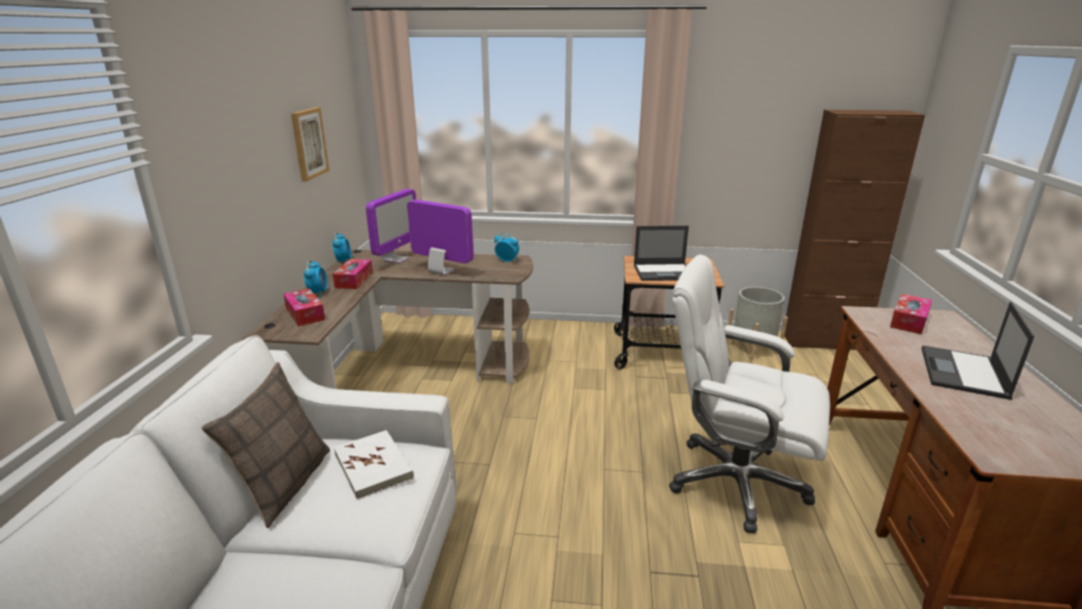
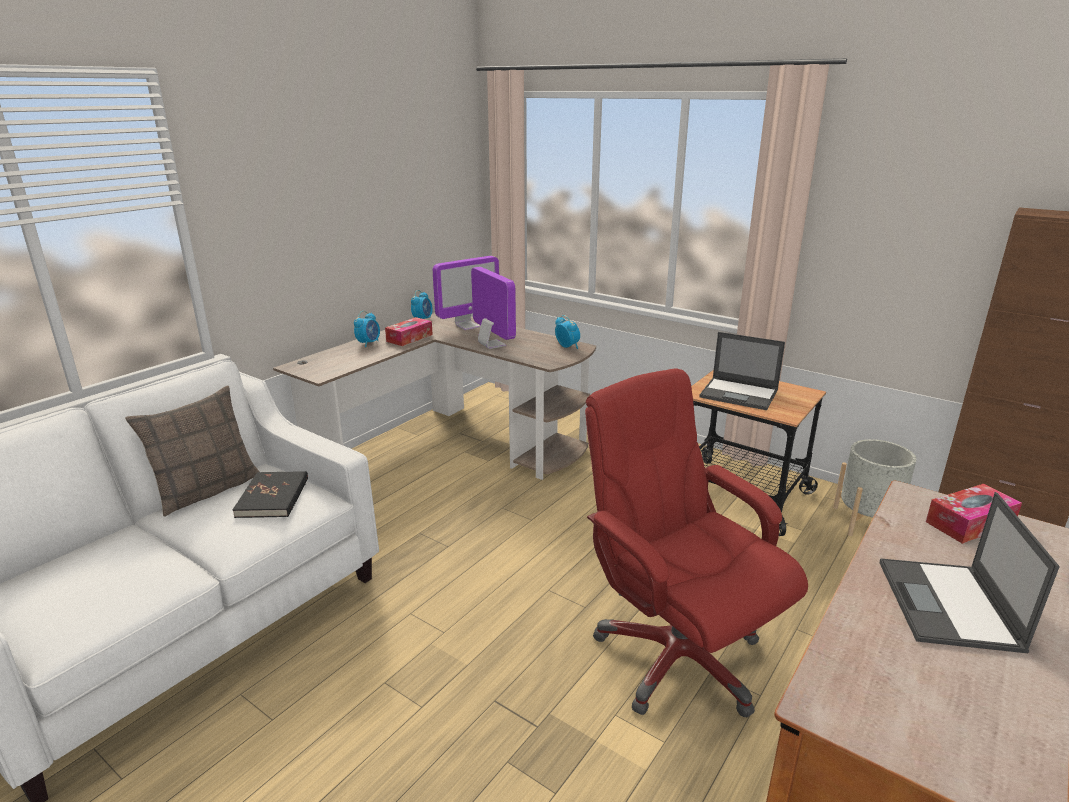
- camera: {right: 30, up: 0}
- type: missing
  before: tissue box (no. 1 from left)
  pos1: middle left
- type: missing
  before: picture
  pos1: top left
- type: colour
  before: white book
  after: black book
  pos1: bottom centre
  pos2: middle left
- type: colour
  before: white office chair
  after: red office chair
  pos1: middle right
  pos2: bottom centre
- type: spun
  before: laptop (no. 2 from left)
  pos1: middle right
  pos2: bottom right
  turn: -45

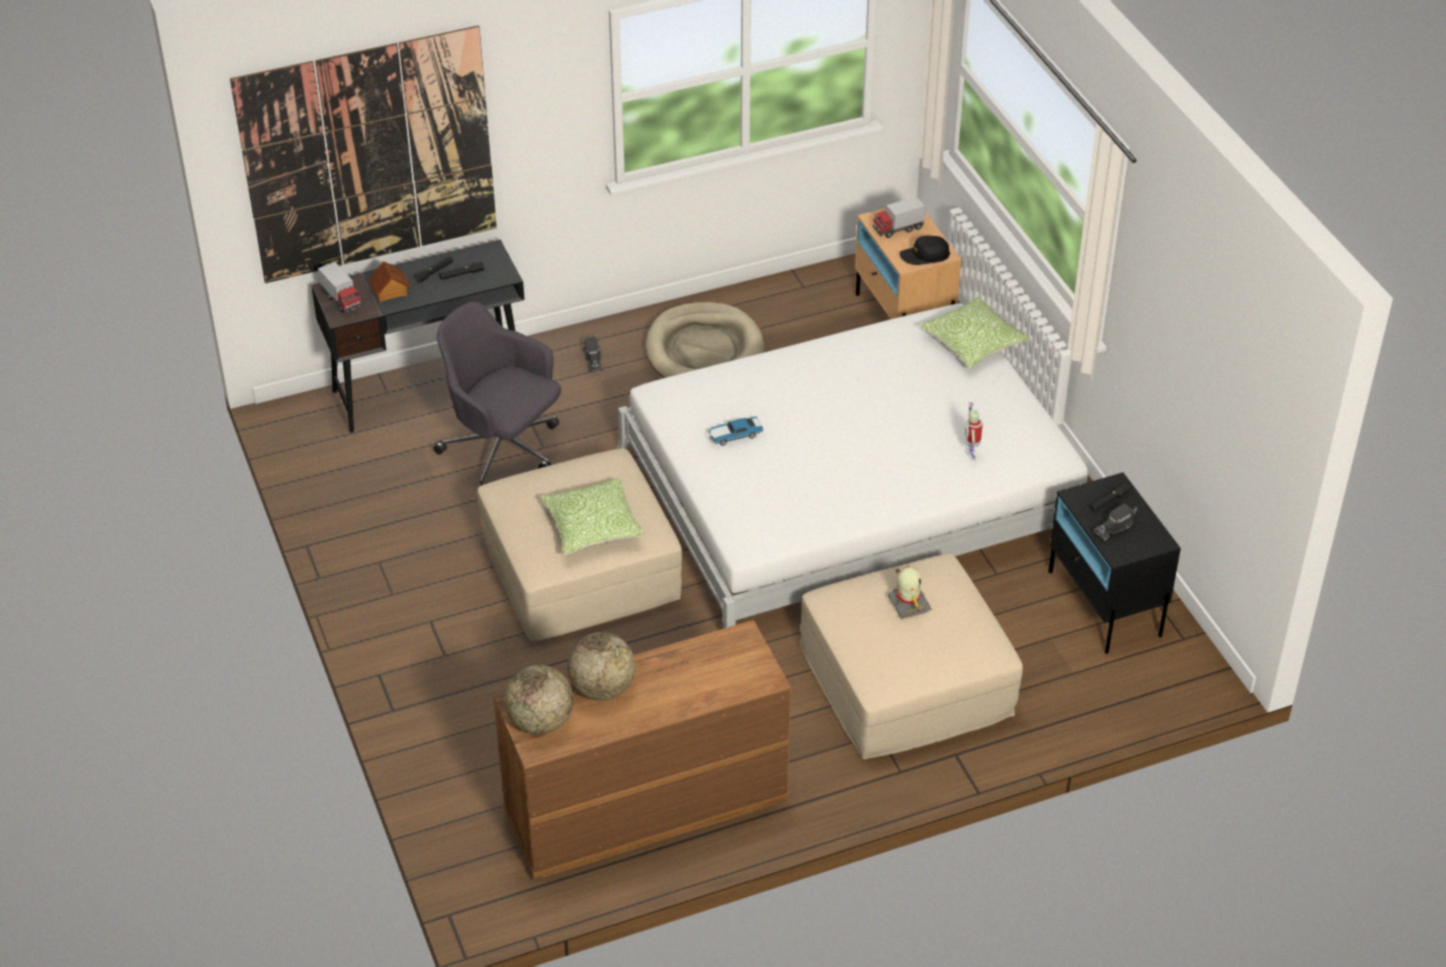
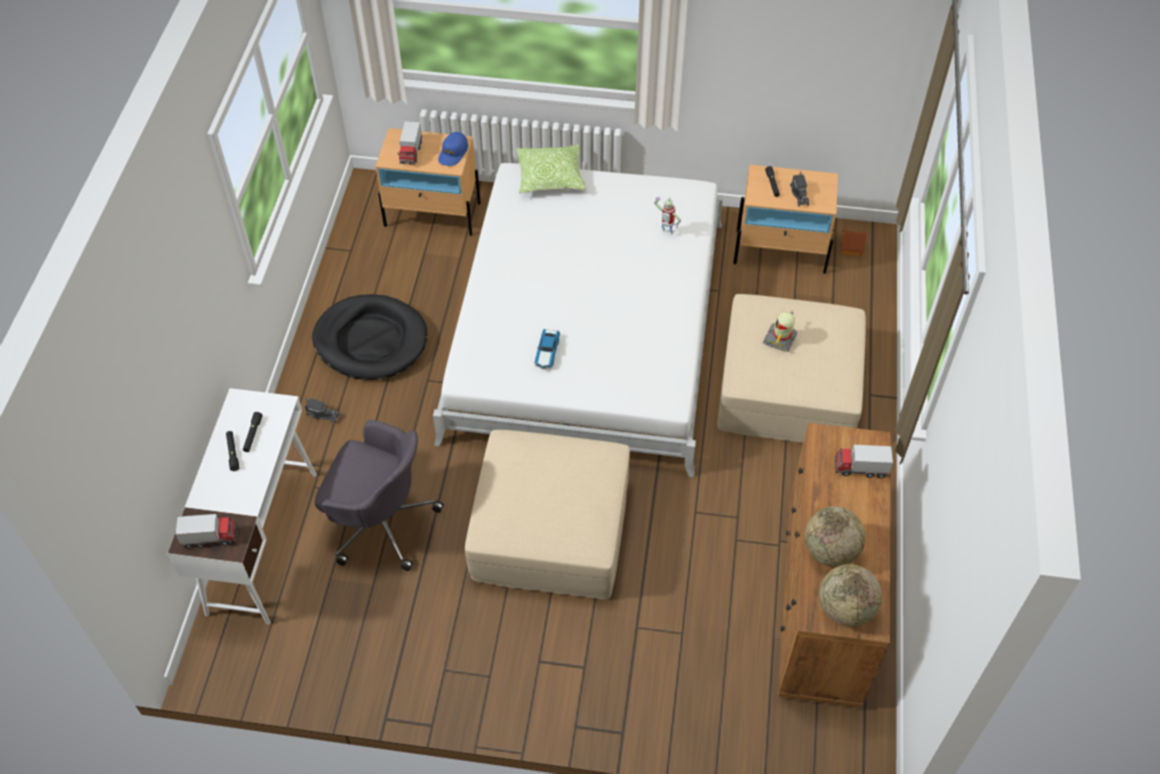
- camera: {right: -60, up: 10}
- type: missing
  before: picture
  pos1: top left
- type: missing
  before: pillow (no. 1 from left)
  pos1: centre
- type: appeared
  after: toy truck (no. 5 from left)
  pos2: middle right
- type: relocated
  before: toy house
  pos1: top left
  pos2: top right
- type: colour
  before: black desk
  after: white desk
  pos1: middle left
  pos2: middle left
- type: colour
  before: beige dog bed
  after: black dog bed
  pos1: centre
  pos2: middle left
- type: colour
  before: black cap
  after: blue cap
  pos1: top centre
  pos2: top centre
- type: colour
  before: black nightstand
  after: beige nightstand (no. 2 from left)
  pos1: middle right
  pos2: top right
- type: spun
  before: grey office chair
  pos1: centre
  pos2: middle left
  turn: -135
- type: spun
  before: toy robot (no. 1 from left in the first image)
  pos1: centre
  pos2: middle right
  turn: -75

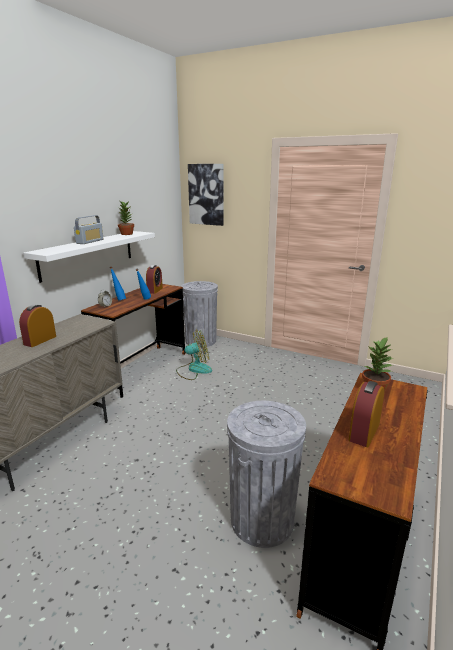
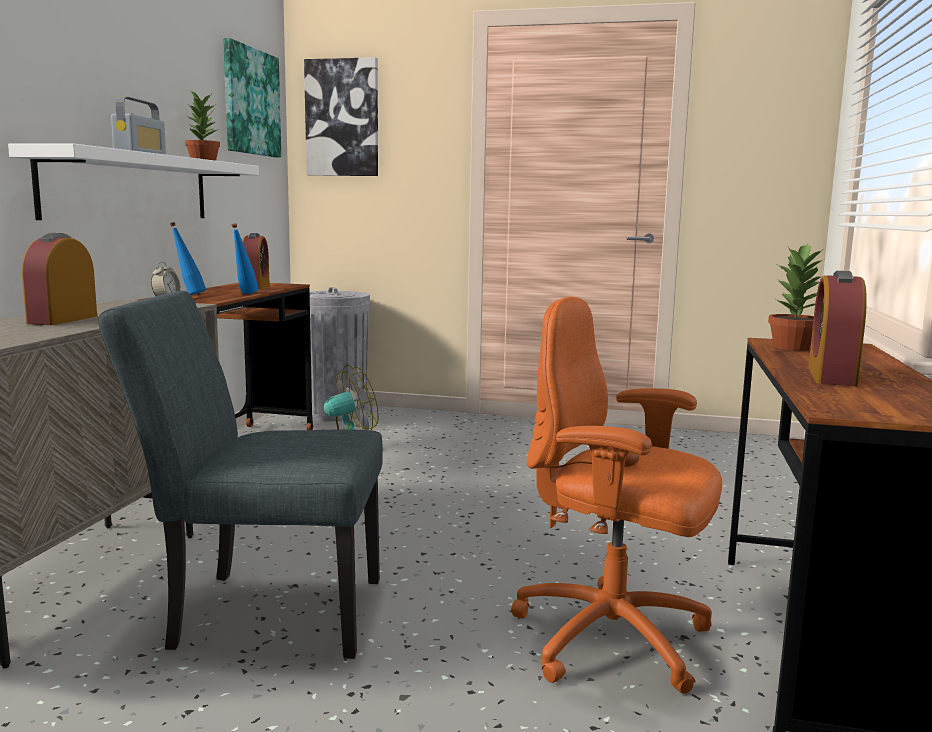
- camera: {right: -15, up: -10}
- type: appeared
  after: grey chair
  pos2: middle left
- type: appeared
  after: picture (no. 1 from left)
  pos2: top left
- type: exchanged
  before: grey trash can (no. 2 from left)
  after: orange office chair
  pos1: bottom centre
  pos2: bottom centre

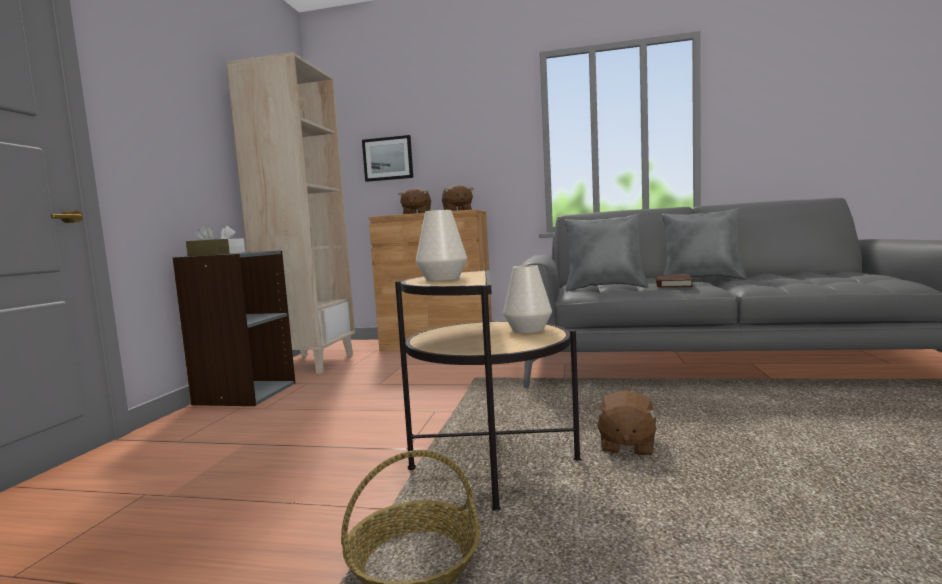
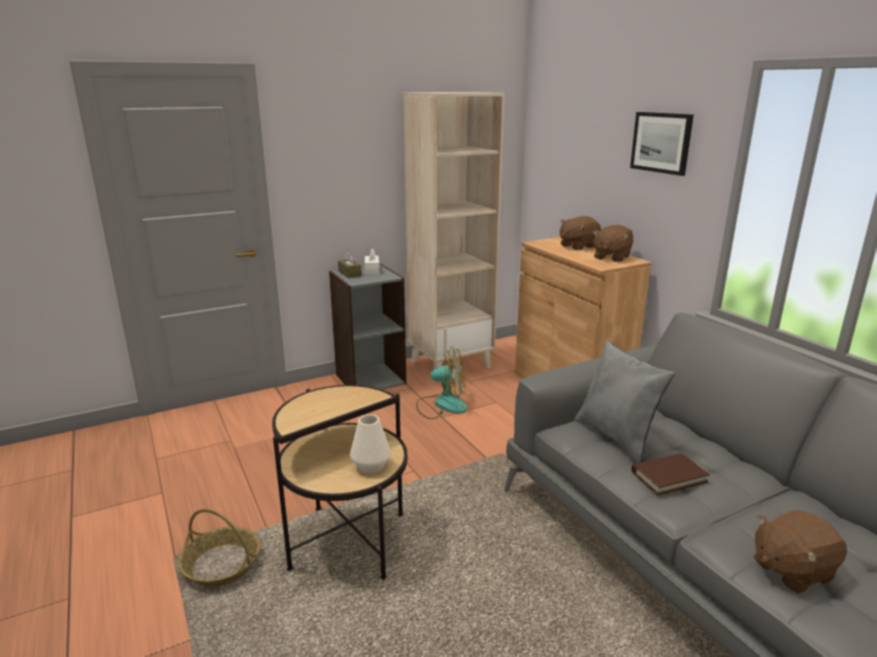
- camera: {right: 50, up: 15}
- type: missing
  before: white vase (no. 1 from left)
  pos1: centre
- type: missing
  before: grey pillow (no. 2 from left)
  pos1: middle right
- type: appeared
  after: fan
  pos2: centre
- type: relocated
  before: picture
  pos1: top centre
  pos2: top right
- type: relocated
  before: brown plush toy (no. 3 from left)
  pos1: bottom centre
  pos2: bottom right

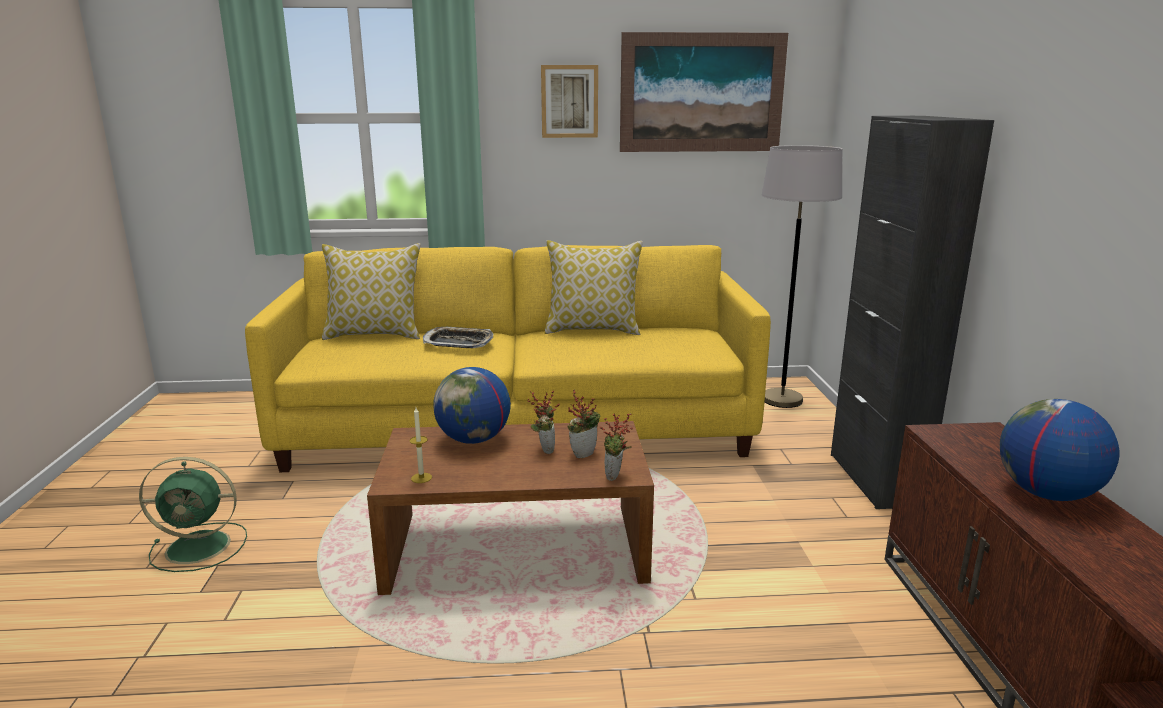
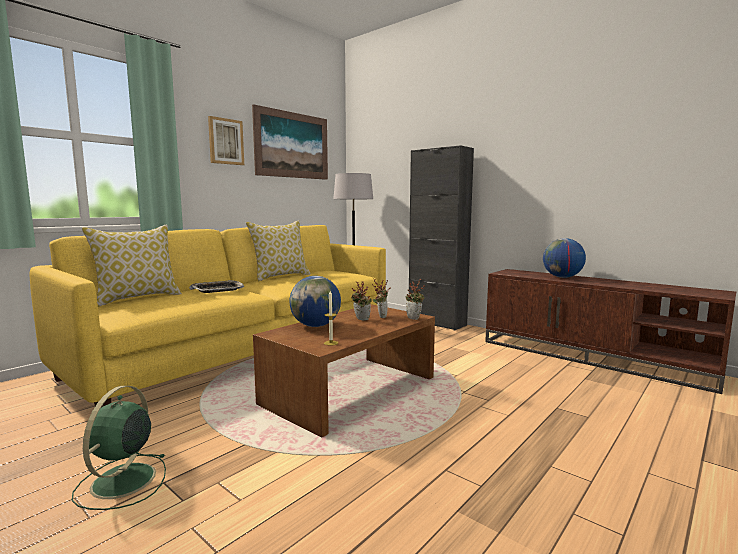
- camera: {right: -45, up: -10}
- type: spun
  before: green fan
  pos1: bottom left
  pos2: bottom left
  turn: 150

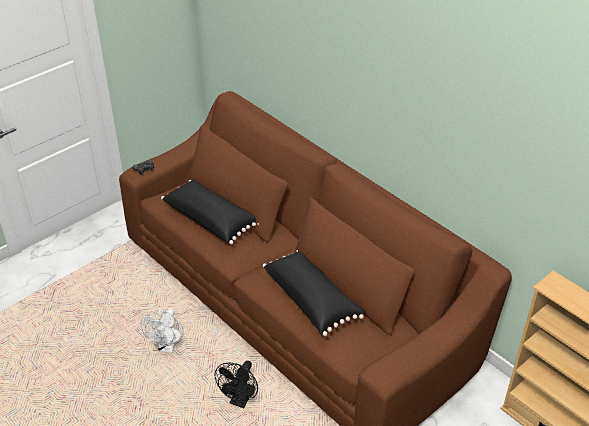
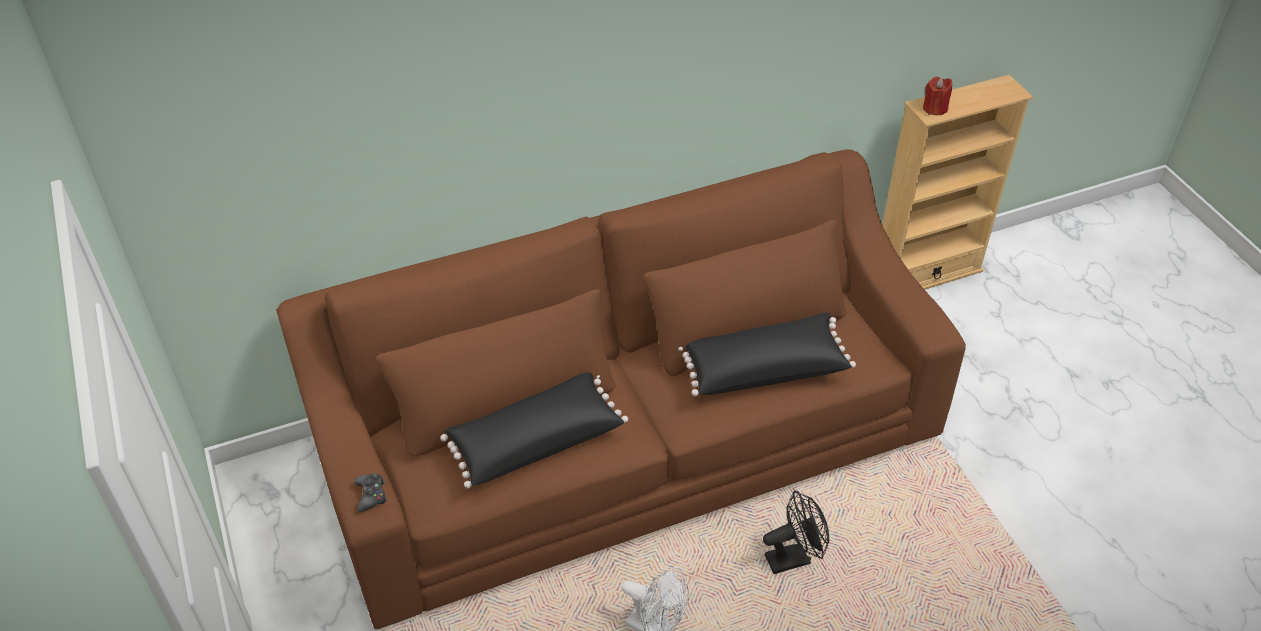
- camera: {right: -70, up: 5}
- type: appeared
  after: red candle
  pos2: top right
- type: spun
  before: black fan
  pos1: bottom centre
  pos2: bottom centre
  turn: -60

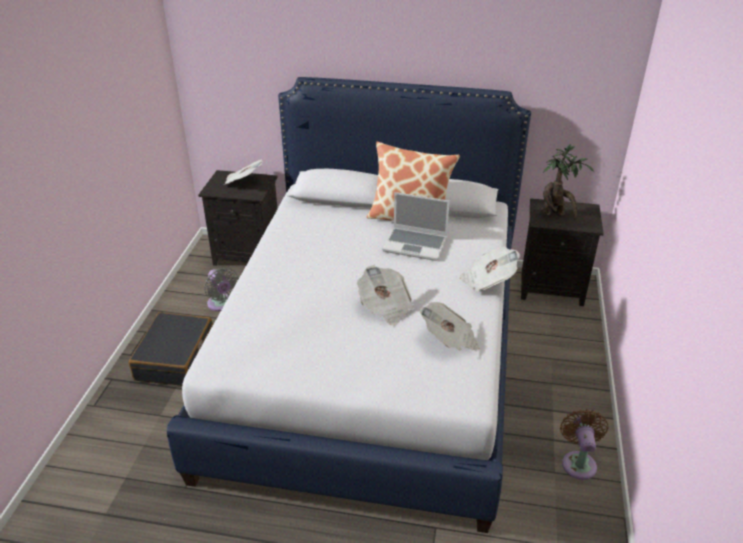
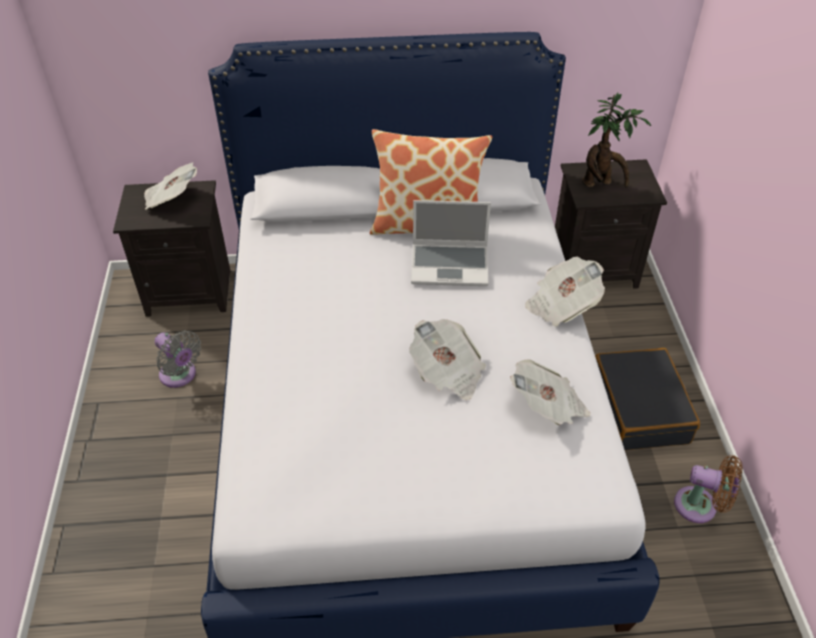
- camera: {right: -15, up: 10}
- type: relocated
  before: black suitcase
  pos1: middle left
  pos2: middle right
- type: spun
  before: brown fan
  pos1: bottom right
  pos2: bottom right
  turn: 120

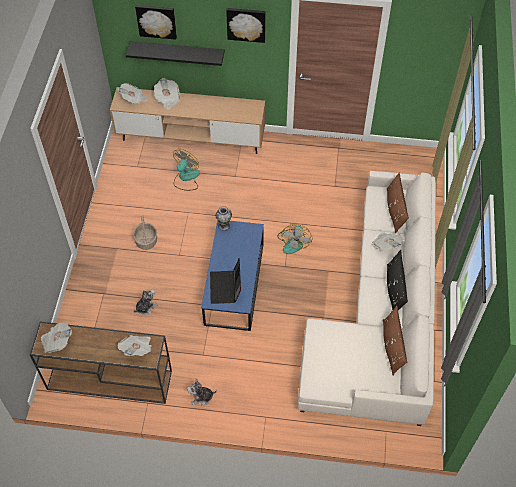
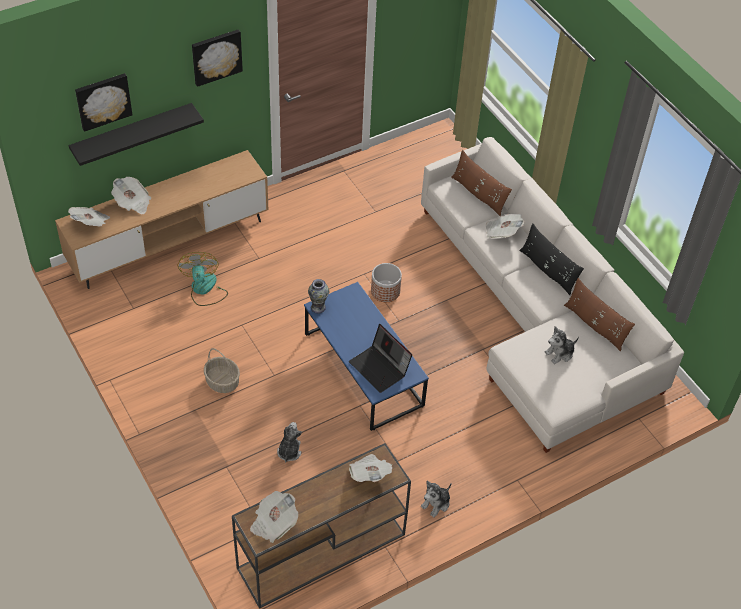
- camera: {right: -40, up: -5}
- type: appeared
  after: plush toy (no. 3 from left)
  pos2: middle right
- type: exchanged
  before: fan (no. 2 from left)
  after: planter
  pos1: centre
  pos2: centre

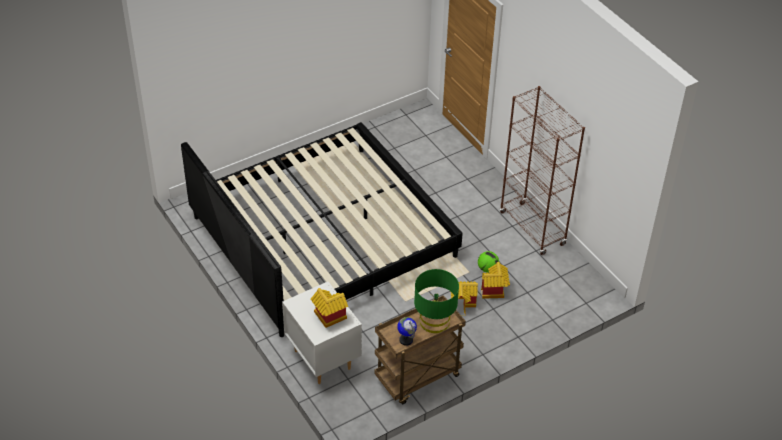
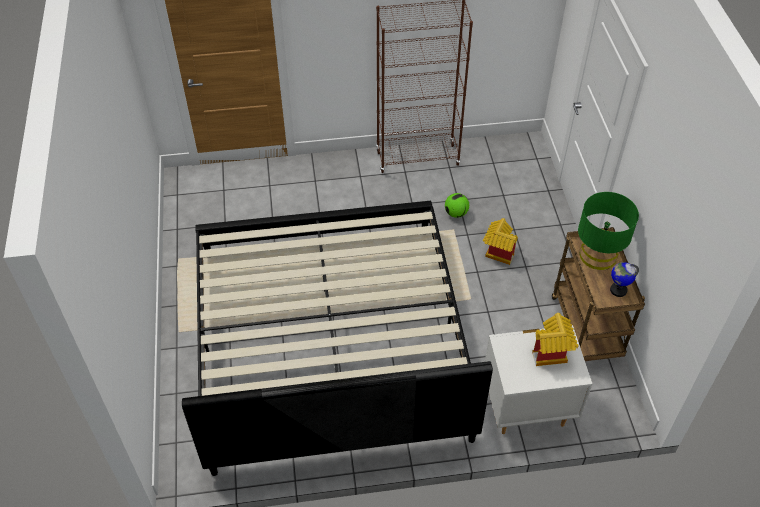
- camera: {right: -65, up: 5}
- type: missing
  before: toy house (no. 3 from left)
  pos1: centre

